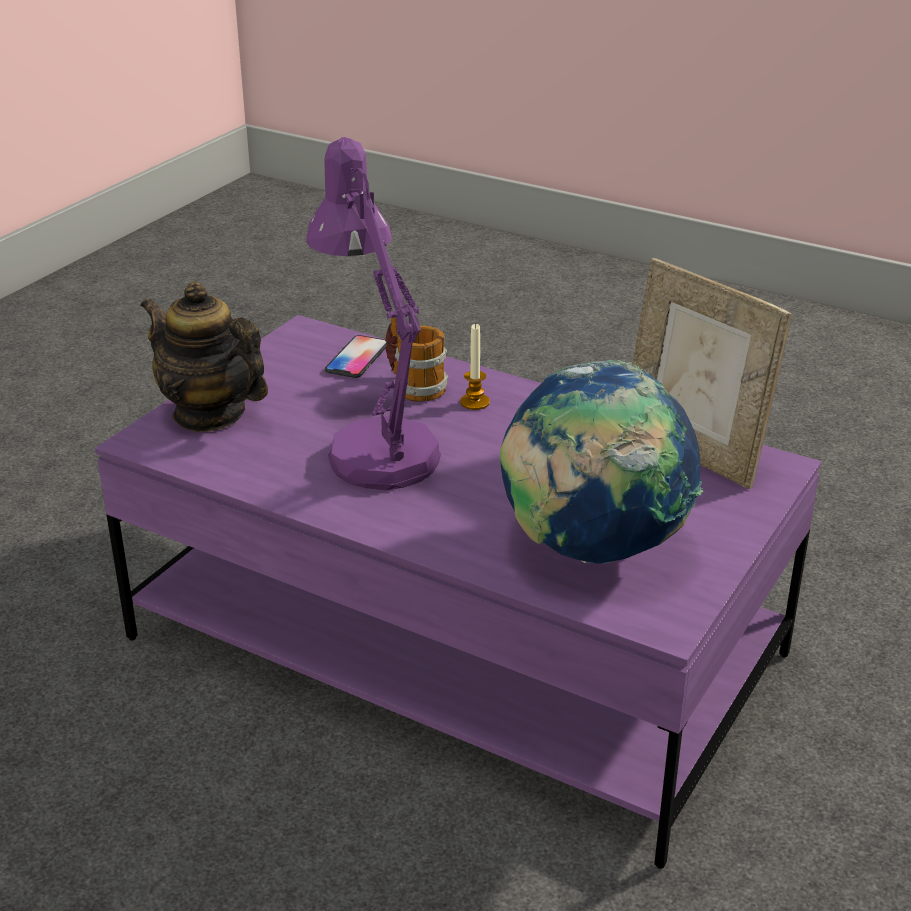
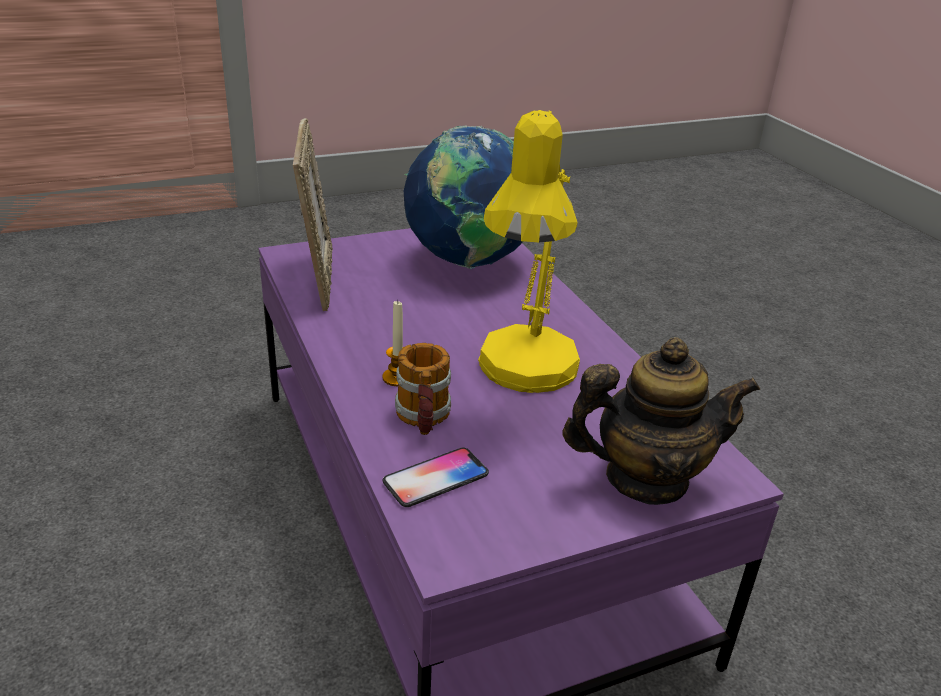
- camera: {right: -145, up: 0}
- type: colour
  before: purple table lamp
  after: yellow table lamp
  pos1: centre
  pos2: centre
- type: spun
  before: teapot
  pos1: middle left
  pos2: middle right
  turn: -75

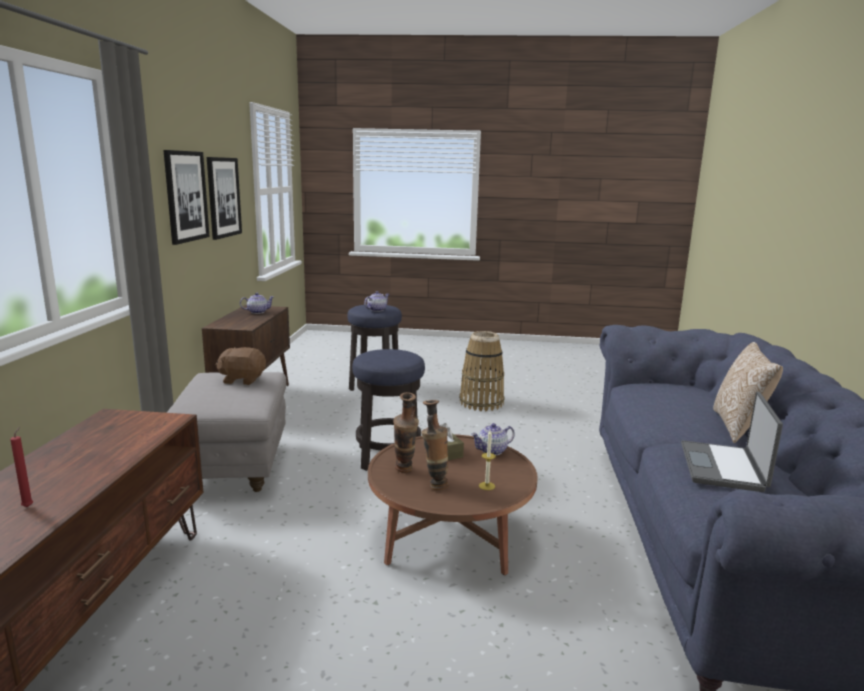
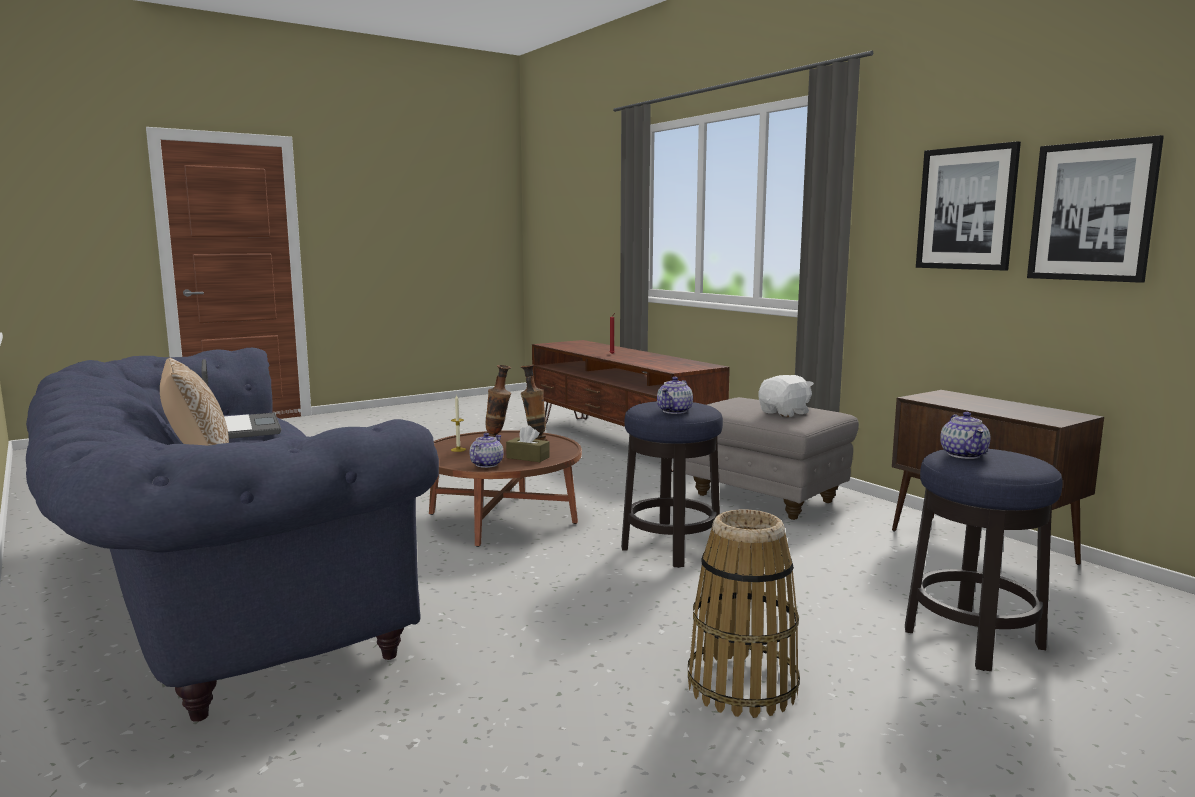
- camera: {right: 140, up: -5}
- type: relocated
  before: teapot (no. 1 from left in the first image)
  after: teapot (no. 2 from left)
  pos1: middle left
  pos2: centre
- type: colour
  before: brown plush toy
  after: white plush toy
  pos1: middle left
  pos2: centre

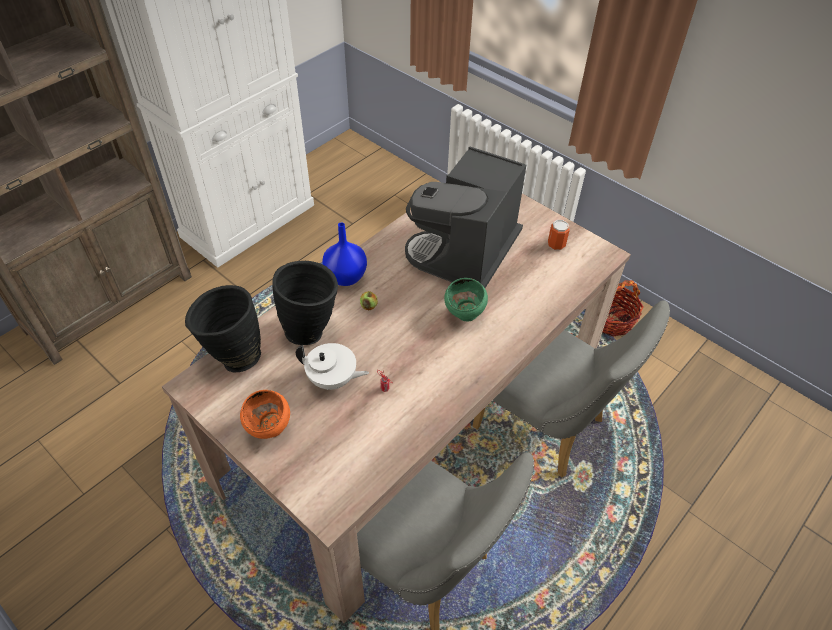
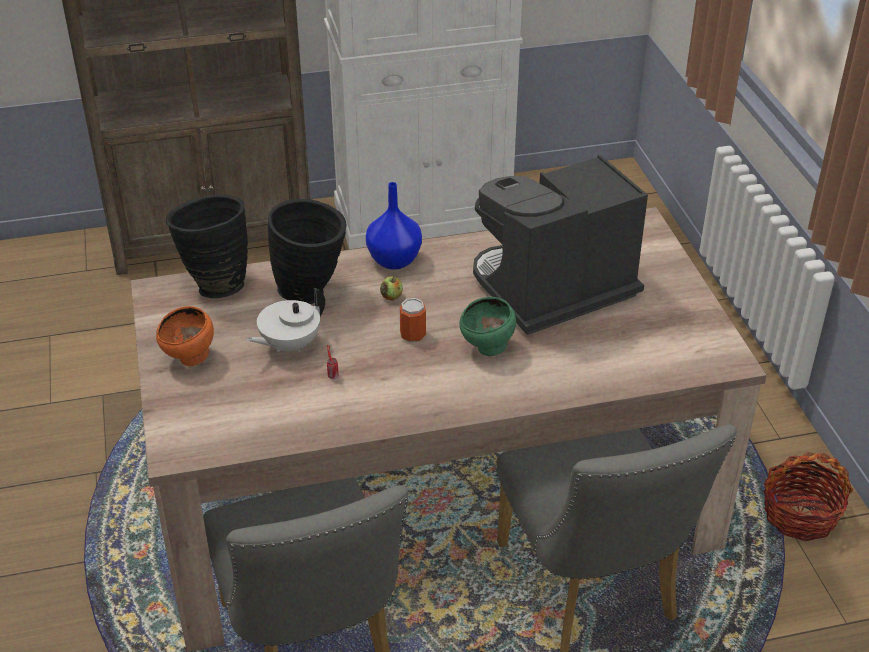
- camera: {right: 35, up: -10}
- type: relocated
  before: can (no. 2 from left)
  pos1: middle right
  pos2: centre
- type: spun
  before: white teapot
  pos1: centre
  pos2: middle left
  turn: 90

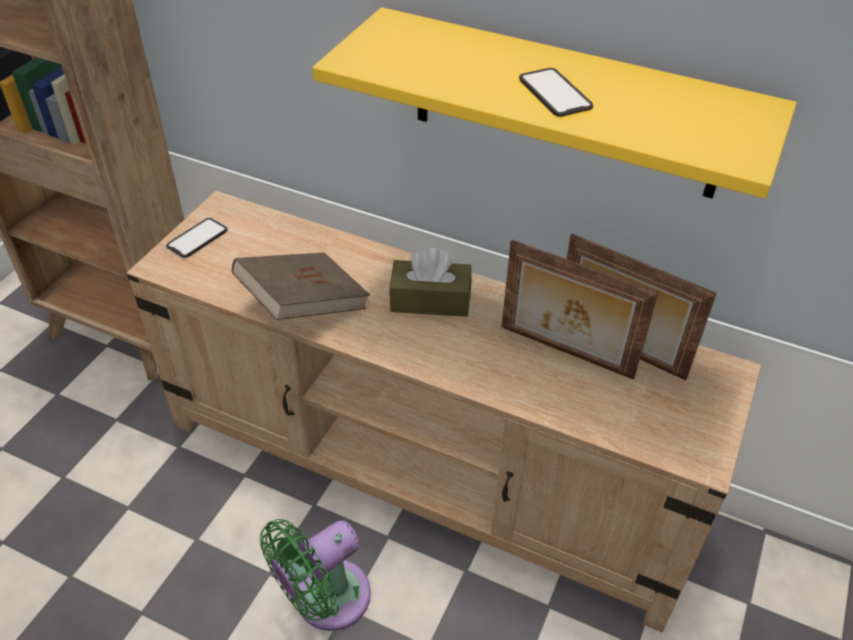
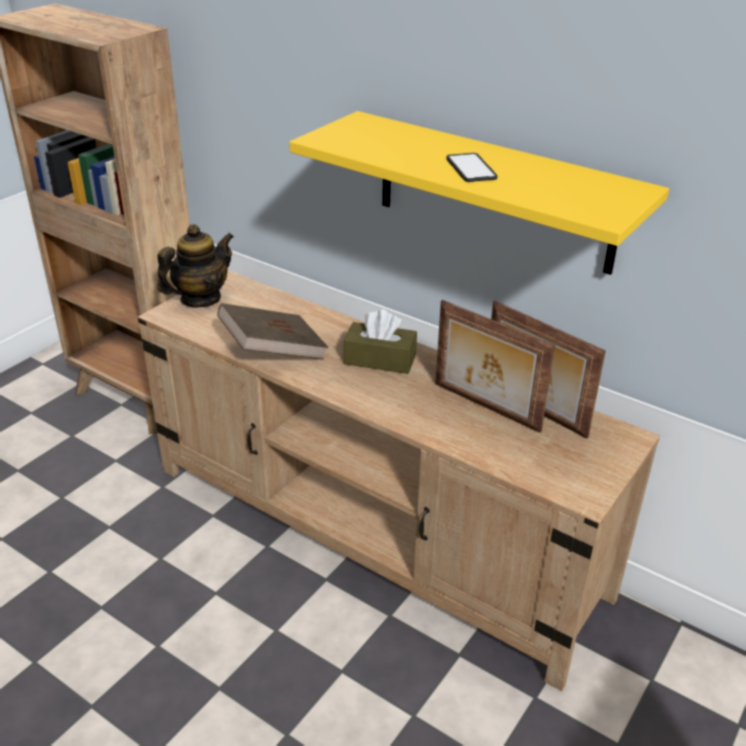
- camera: {right: 10, up: -10}
- type: missing
  before: green fan
  pos1: bottom centre
- type: exchanged
  before: phone (no. 1 from left)
  after: teapot
  pos1: middle left
  pos2: middle left

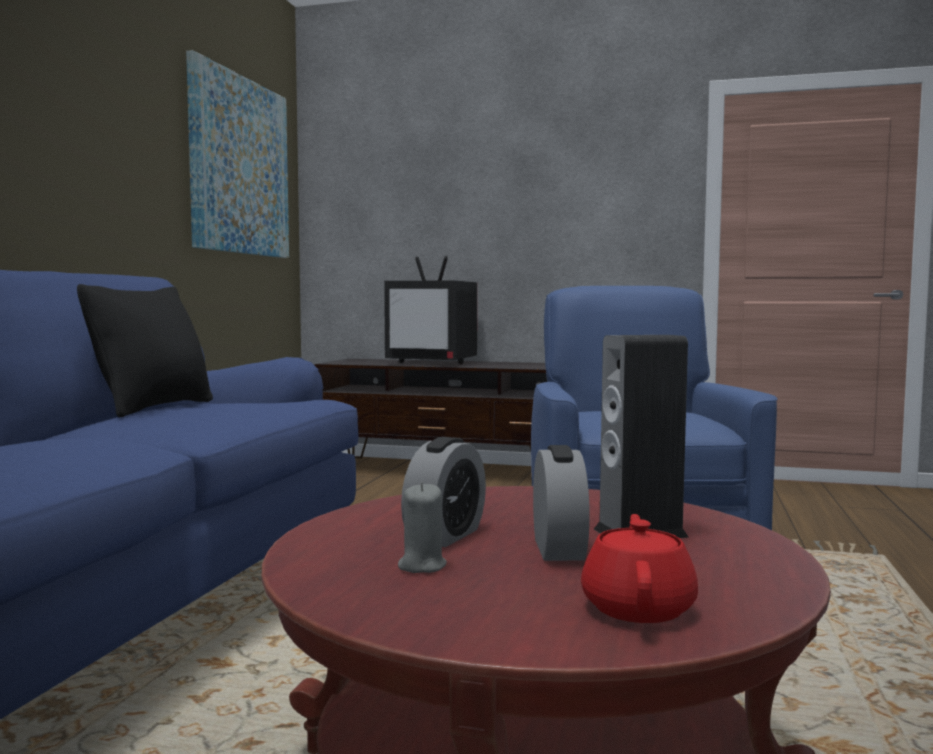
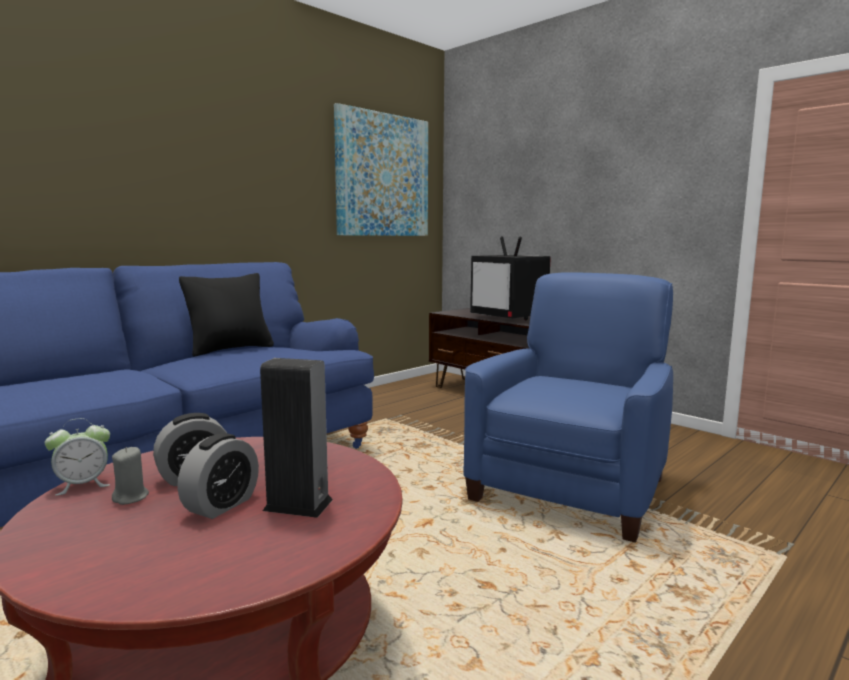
- camera: {right: 30, up: 5}
- type: missing
  before: red teapot
  pos1: bottom right
- type: appeared
  after: alarm clock (no. 1 from left)
  pos2: bottom left

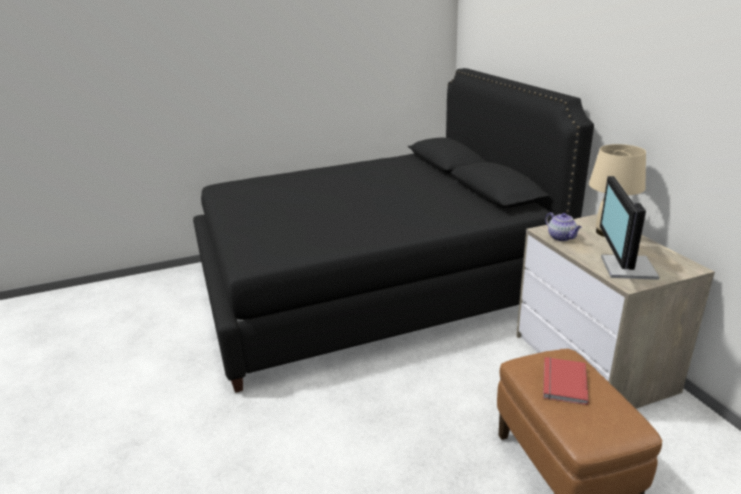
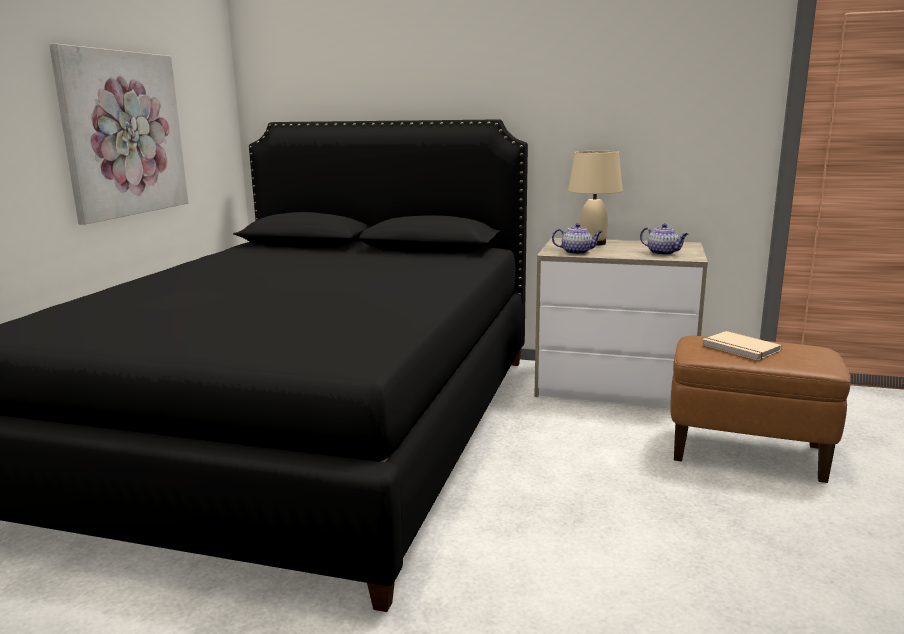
- camera: {right: -55, up: -10}
- type: appeared
  after: picture
  pos2: top left
- type: exchanged
  before: monitor
  after: teapot (no. 2 from left)
  pos1: middle right
  pos2: middle right
- type: colour
  before: red book
  after: beige book
  pos1: bottom right
  pos2: middle right

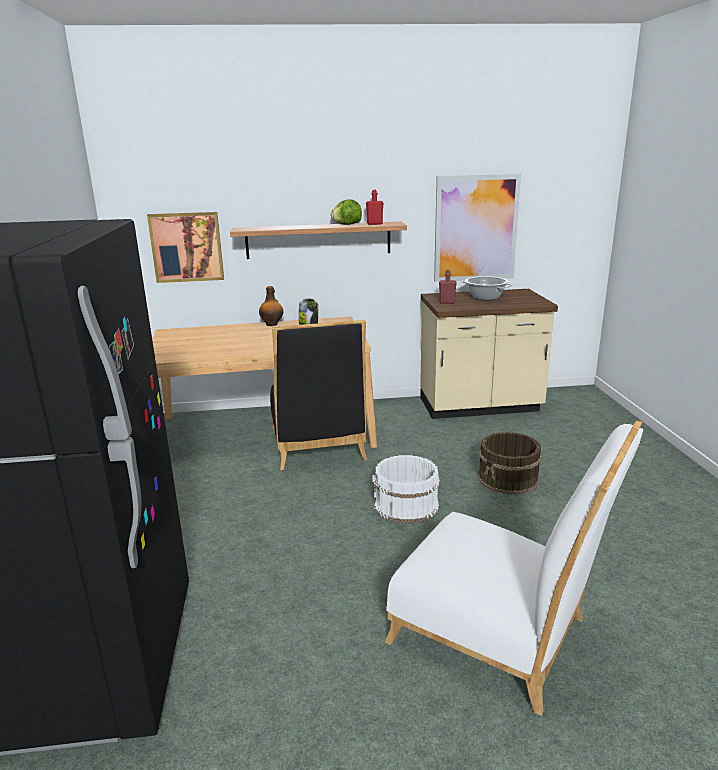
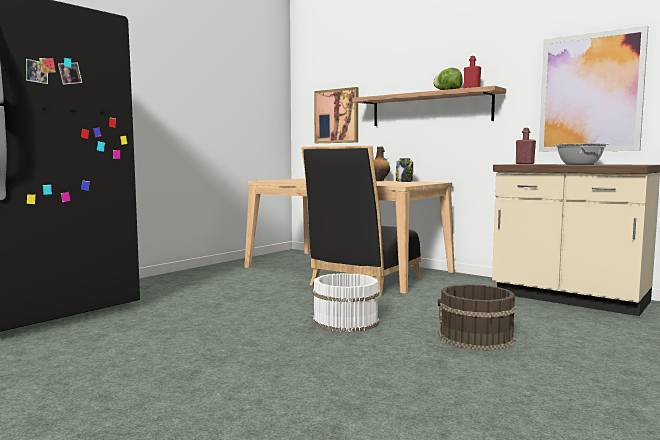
- camera: {right: 45, up: -15}
- type: missing
  before: white chair
  pos1: bottom right

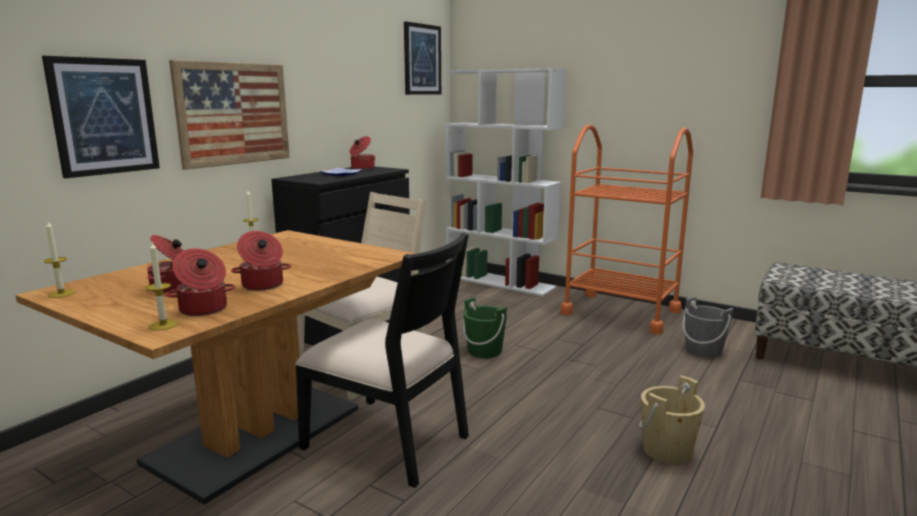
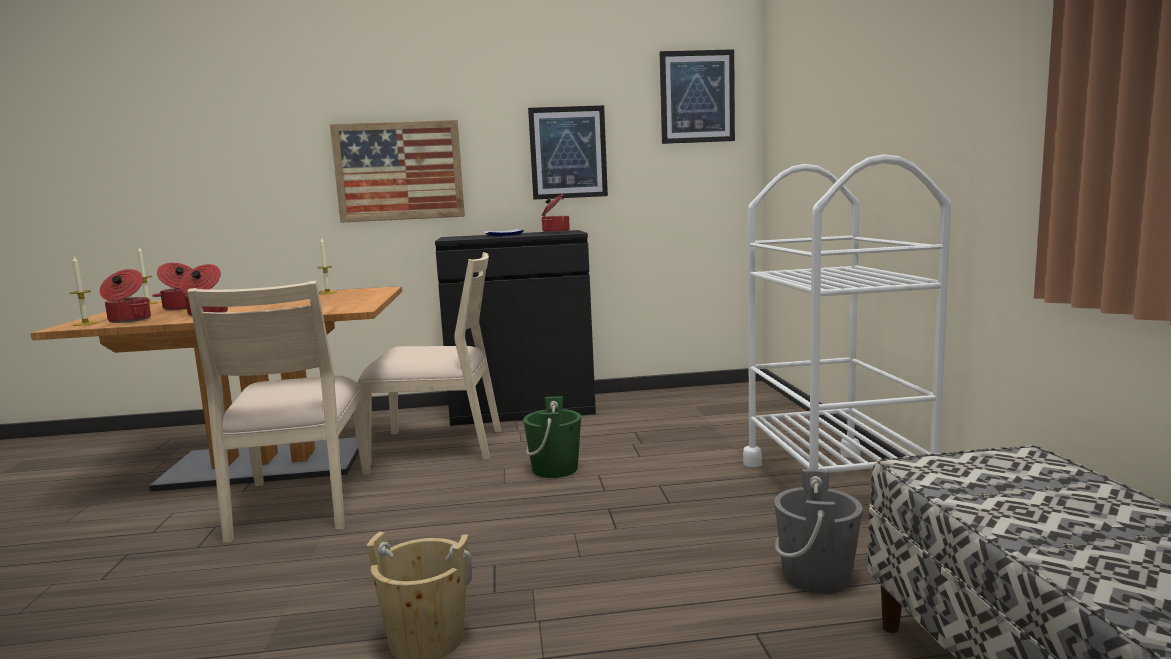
- camera: {right: 50, up: -5}
- type: missing
  before: white bookcase
  pos1: centre
- type: relocated
  before: picture (no. 1 from left in the first image)
  after: picture (no. 2 from left)
  pos1: top left
  pos2: top centre
- type: colour
  before: black chair
  after: beige chair (no. 1 from left)
  pos1: bottom centre
  pos2: middle left
- type: colour
  before: orange cart
  after: white cart
  pos1: middle right
  pos2: middle right

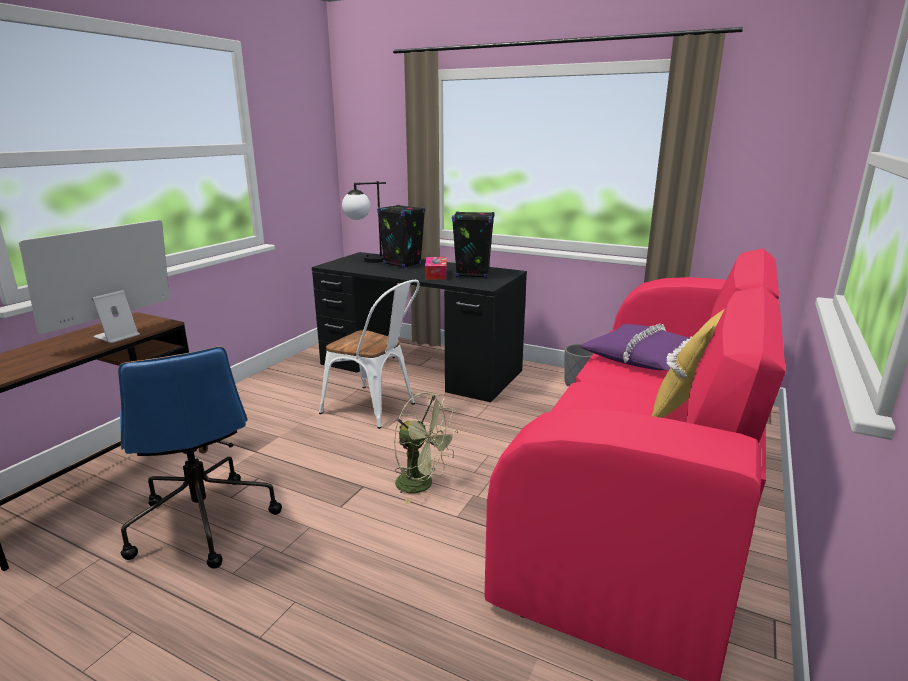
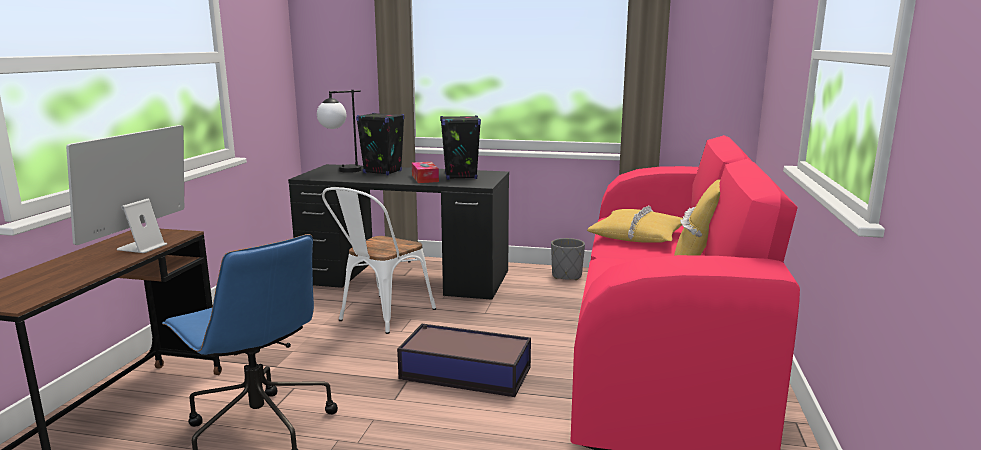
- camera: {right: -15, up: -5}
- type: exchanged
  before: green fan
  after: storage box
  pos1: centre
  pos2: bottom centre
- type: colour
  before: purple pillow
  after: yellow pillow (no. 1 from left)
  pos1: middle right
  pos2: centre
- type: spun
  before: white chair
  pos1: centre
  pos2: centre
  turn: 105

